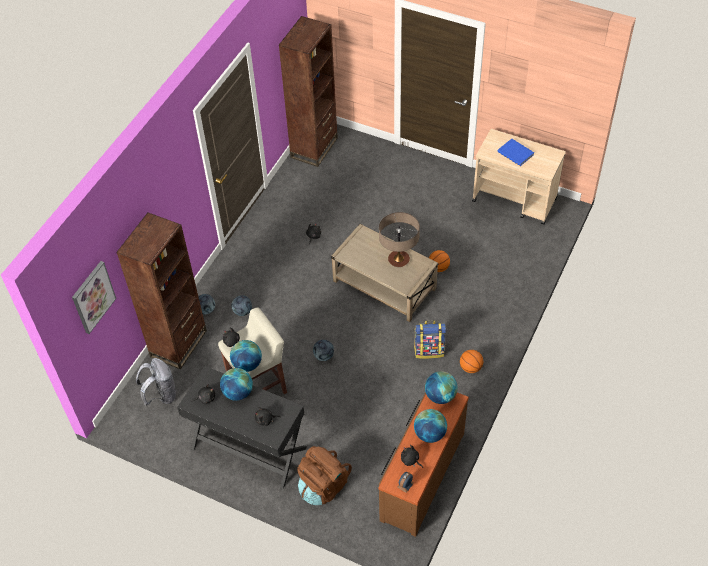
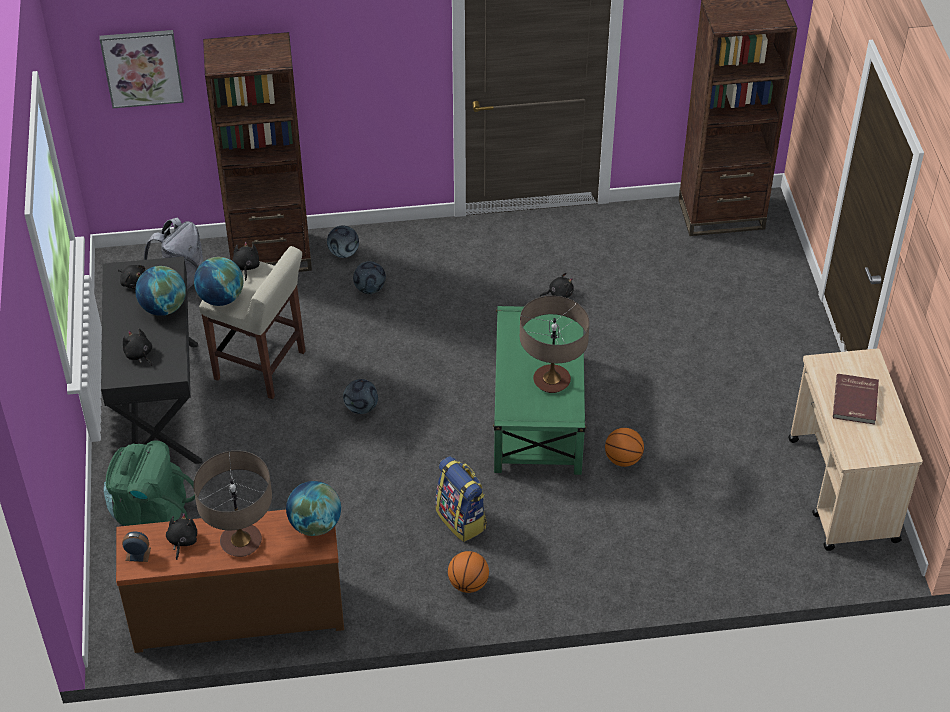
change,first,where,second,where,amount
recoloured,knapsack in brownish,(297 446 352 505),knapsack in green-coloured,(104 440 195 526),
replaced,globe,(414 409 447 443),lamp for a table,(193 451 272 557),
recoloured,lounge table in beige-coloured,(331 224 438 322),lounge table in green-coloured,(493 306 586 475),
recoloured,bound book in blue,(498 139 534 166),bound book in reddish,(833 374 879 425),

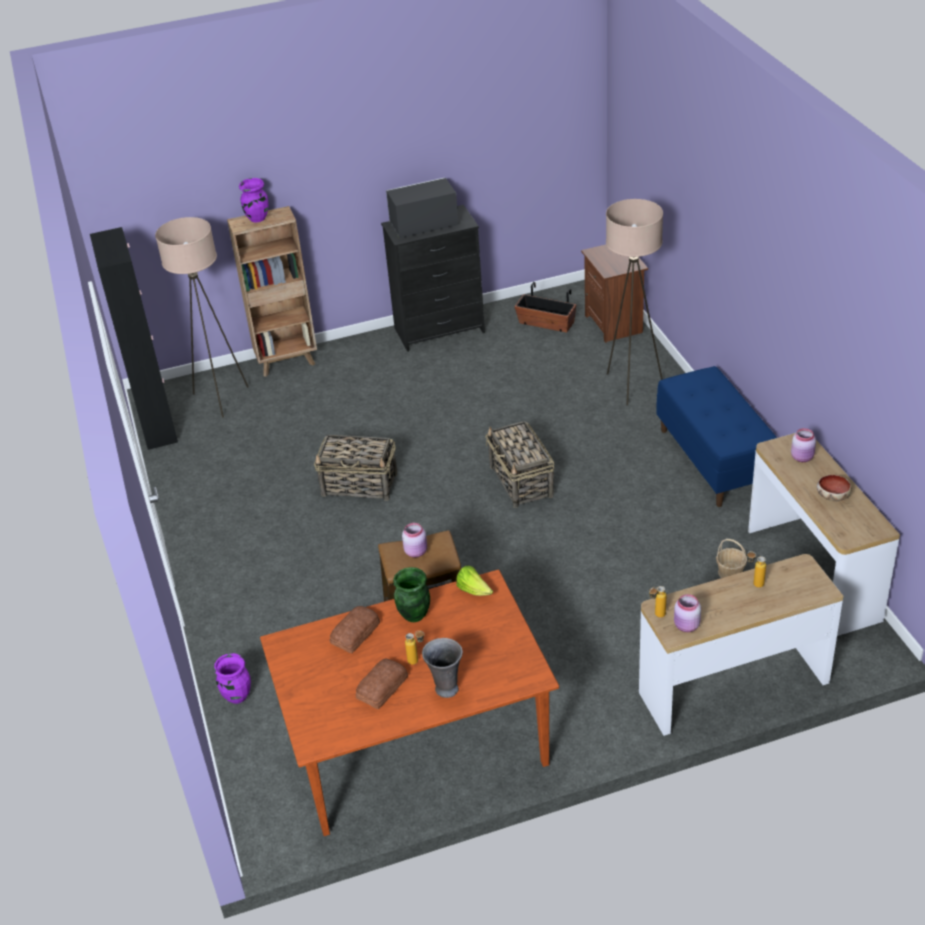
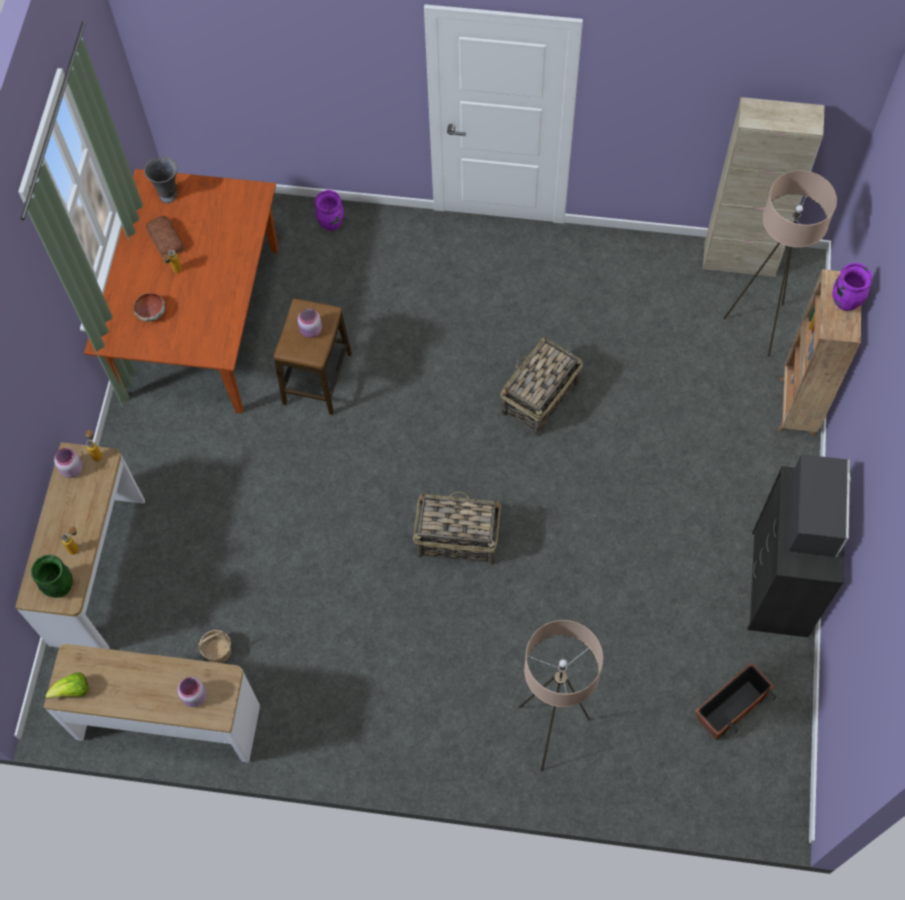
change,first,where,second,where,amount
moved,decorative vase in green-coloured,(393 567 430 622),,(31 555 73 598),
moved,lettuce head,(457 566 493 596),,(46 672 89 699),
moved,serving bowl,(817 475 852 501),,(133 293 165 322),
moved,decorative vase in grey,(422 638 463 698),,(144 156 177 203),
recoloured,storage cabinet in black-coloured,(90 227 178 450),storage cabinet in beige-coloured,(703 97 825 277),
removed,baked bread,(330 606 380 653),,,
removed,night table in brownish,(581 245 648 343),,,
removed,bench in blue,(656 366 777 507),,,

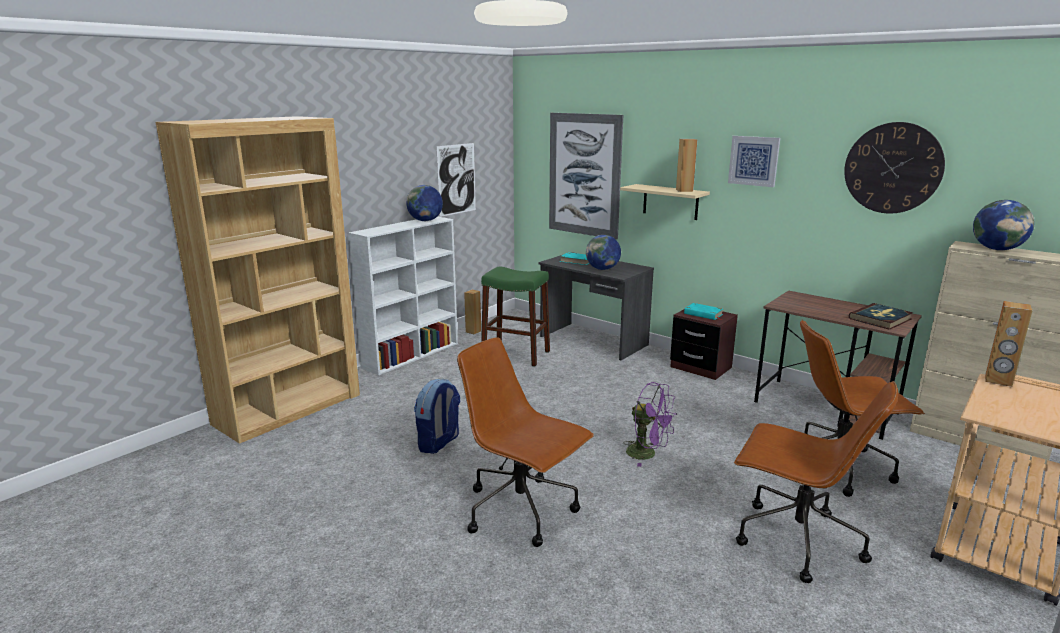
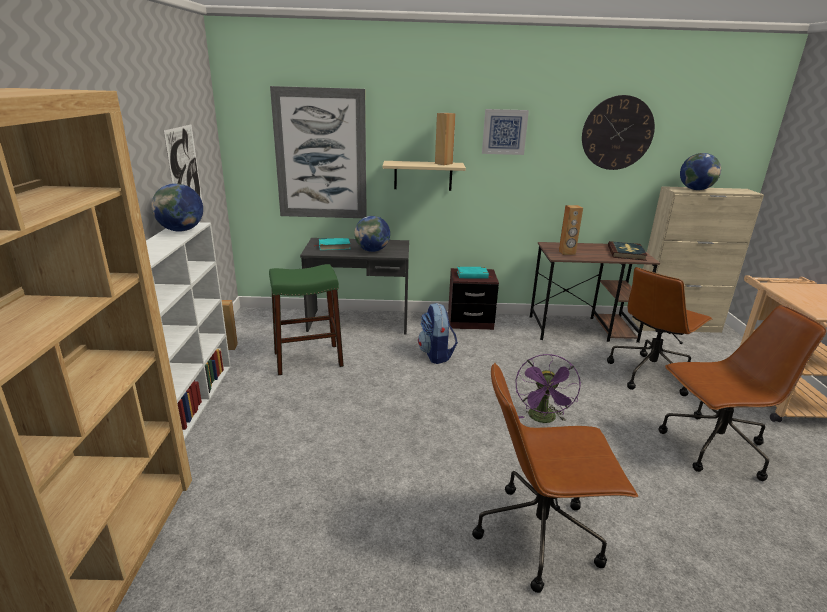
change,first,where,second,where,amount
moved,knapsack,(414 379 460 454),,(418 303 458 364),
turned,fan in purple,(625 382 677 467),,(516 354 581 423),105 degrees clockwise
moved,speaker in brownish,(985 301 1033 387),,(559 205 583 255),

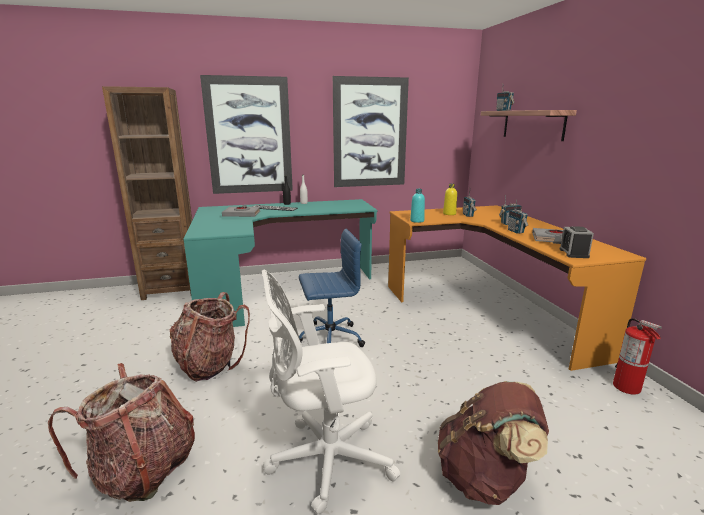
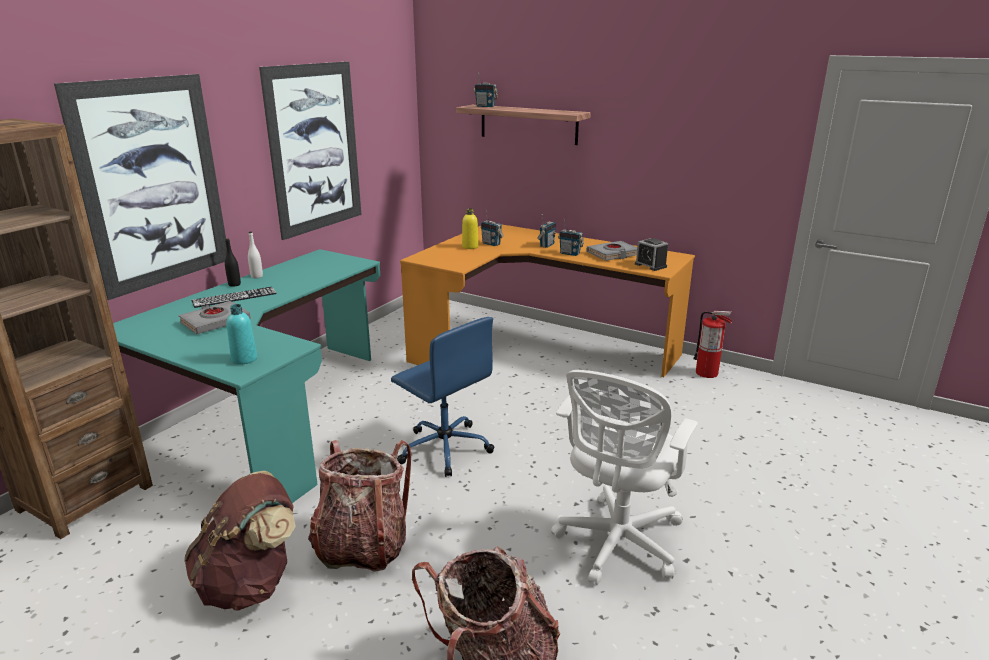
change,first,where,second,where,amount
moved,knapsack in brownish,(438 381 549 505),,(184 471 296 611),
moved,beverage bottle in turquoise,(410 189 425 223),,(226 304 257 365),
turned,office chair in blue,(299 228 365 347),,(391 317 494 477),105 degrees clockwise

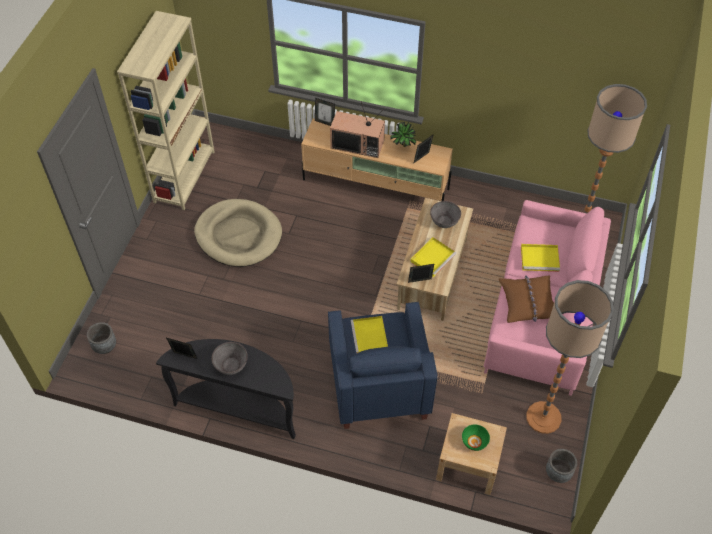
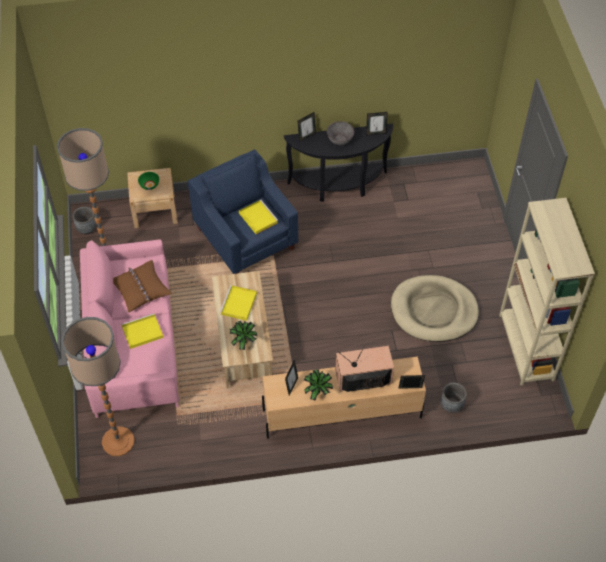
change,first,where,second,where,amount
replaced,serving bowl in grey,(430 201 461 228),plant in a pot,(230 321 257 350),
moved,picture frame,(408 264 434 283),,(297 112 316 142),
moved,flower pot in grey,(87 322 116 354),,(441 383 467 413),

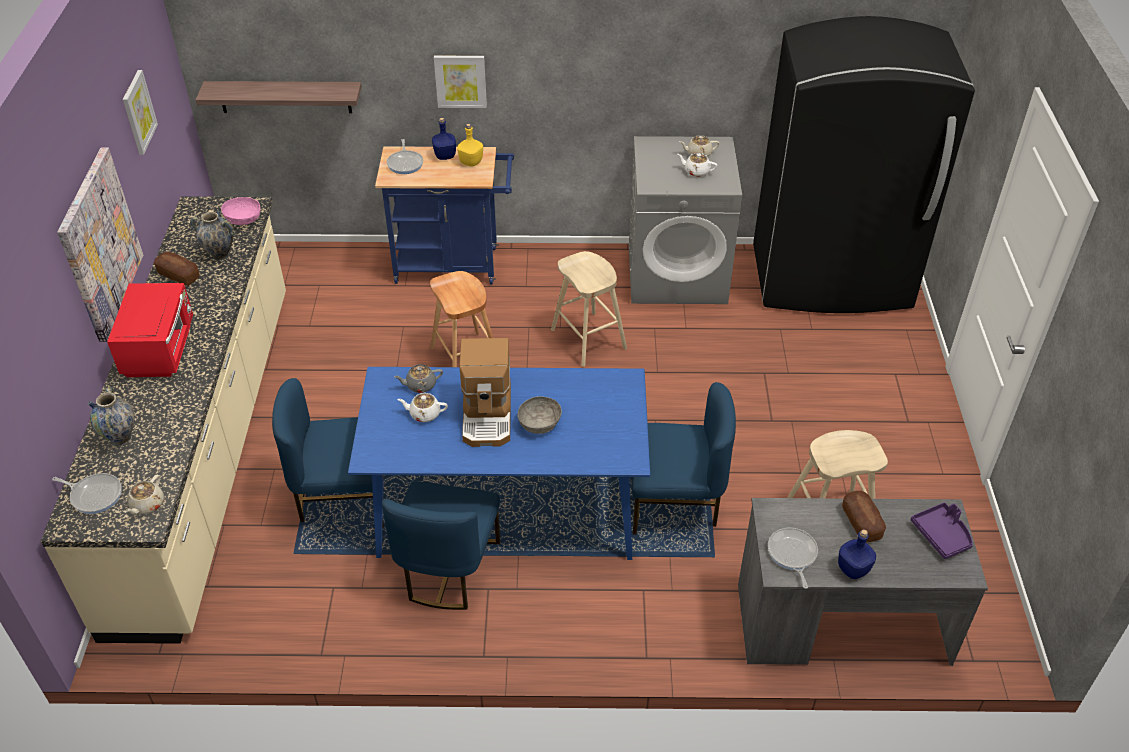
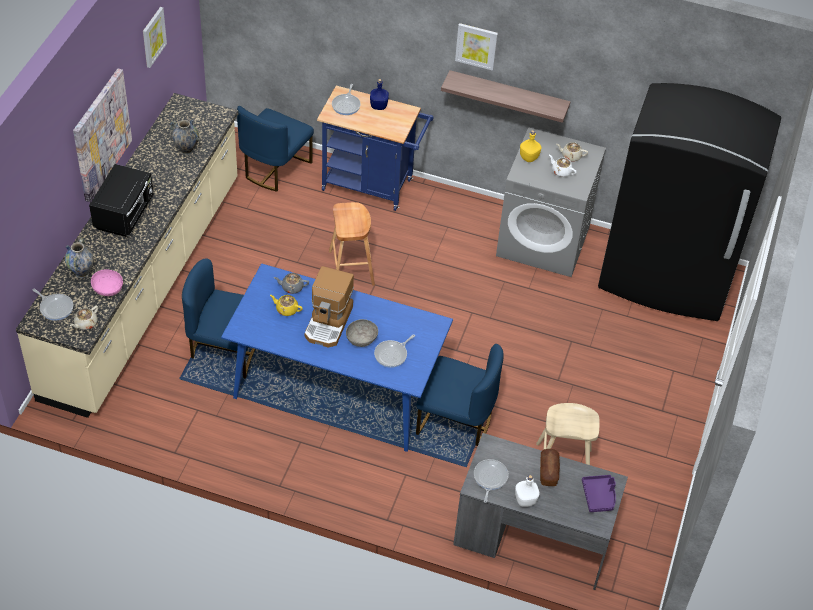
change,first,where,second,where,amount
recoloured,microwave in reddish,(107 283 193 377),microwave in black-coloured,(89 164 153 237),
moved,serving bowl in pink-coloured,(221 197 261 225),,(91 269 123 296),
moved,plain chair in blue,(382 481 500 610),,(237 106 314 192),
recoloured,pot for tea in whitish,(397 393 448 422),pot for tea in yellow,(270 295 303 316),
added,,,pan,(374 334 415 368),
moved,shelf,(196 81 362 113),,(441 70 571 123),
moved,picture,(434 56 487 108),,(455 23 498 71),
recoloured,beverage bottle in blue,(838 530 876 579),beverage bottle in whitish,(515 475 539 507),
moved,beverage bottle in yellow,(457 124 483 167),,(520 130 541 162),
removed,baked bread,(154 251 199 286),,,
removed,stool seat in beige-coloured,(551 251 627 367),,,

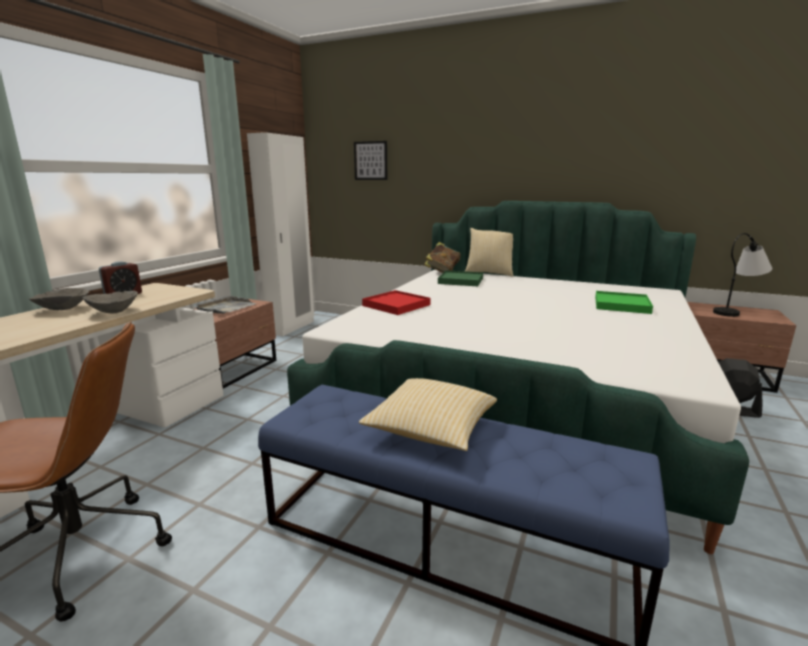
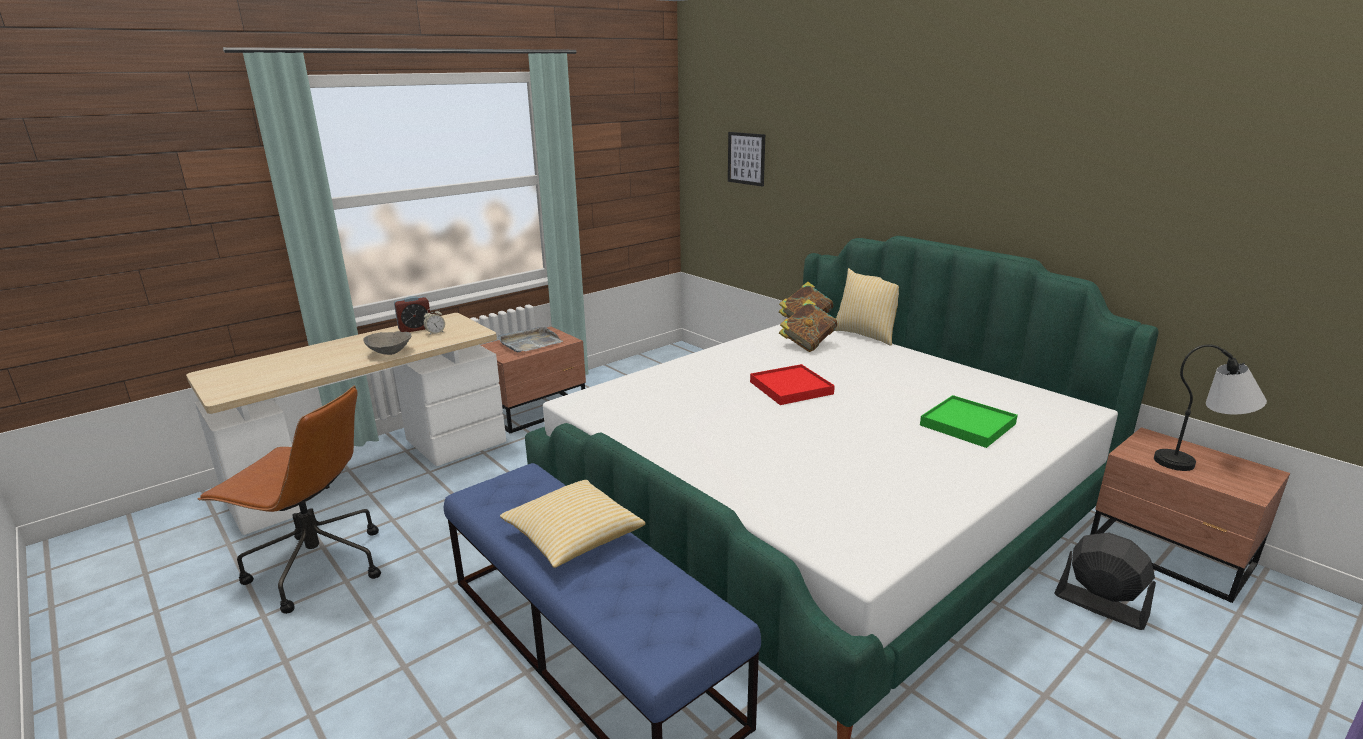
change,first,where,second,where,amount
added,,,bedside clock,(423 308 445 335),
moved,carrying tray in reddish,(362 290 431 315),,(750 364 835 405),
replaced,carrying tray in green-coloured,(438 270 483 286),bound book,(779 299 838 352),
removed,serving bowl in grey,(29 288 89 310),,,
removed,armoire in whitish,(247 132 314 336),,,

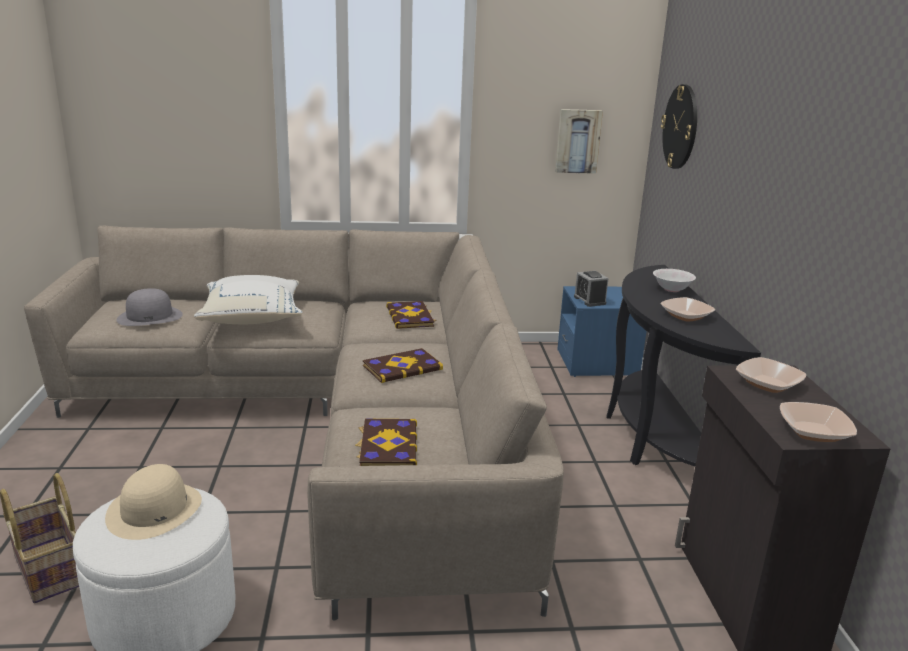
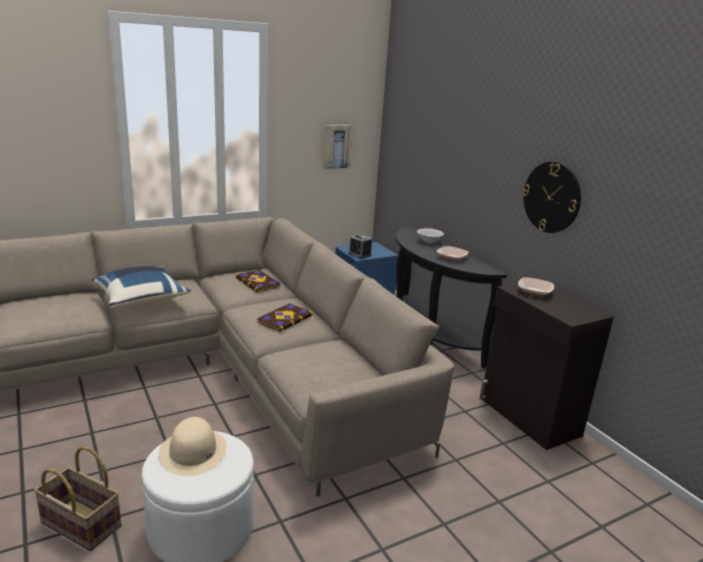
change,first,where,second,where,amount
recoloured,pillow in whitish,(194 275 303 324),pillow in blue,(92 266 191 309),
moved,hanging clock,(661 84 697 169),,(522 162 581 233),
removed,wearable hat in grey,(116 288 183 326),,,
removed,bound book,(355 419 417 466),,,
removed,serving bowl,(780 402 857 442),,,

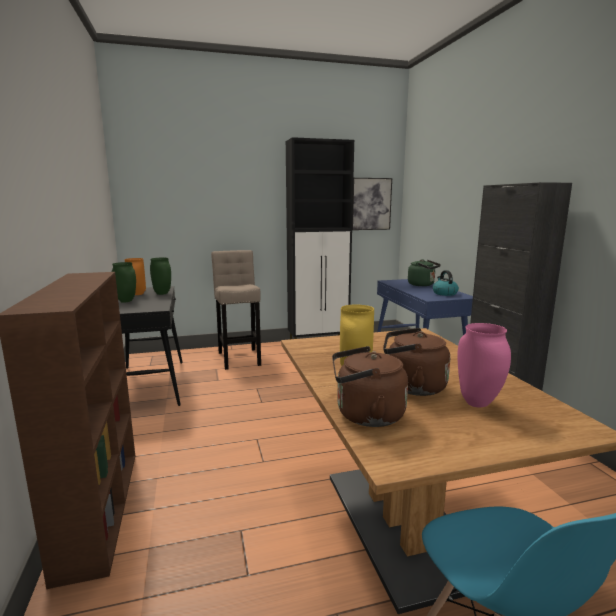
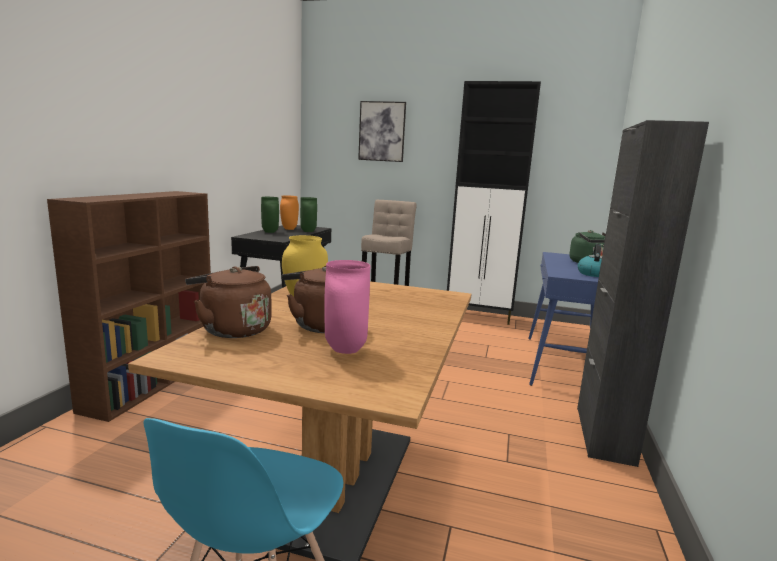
change,first,where,second,where,amount
moved,picture,(352 178 392 230),,(358 101 406 162),

